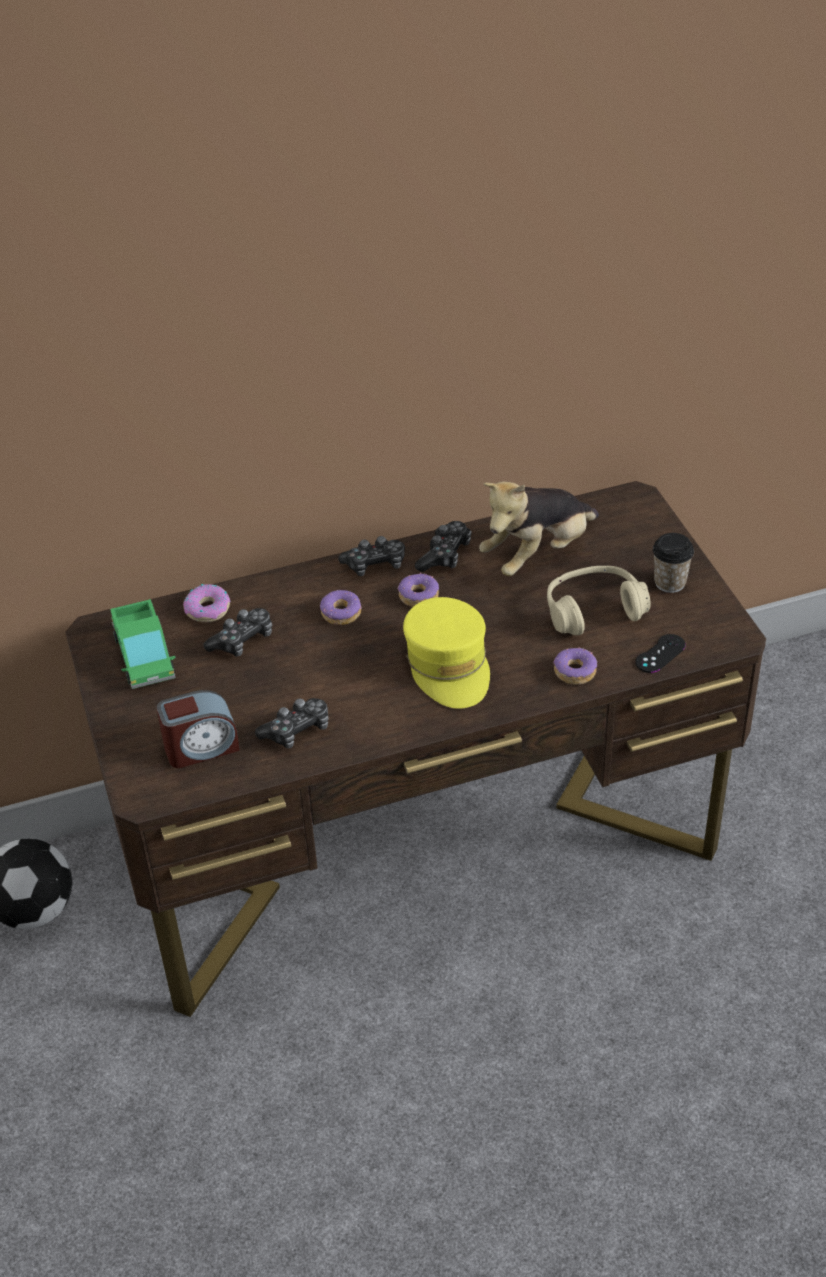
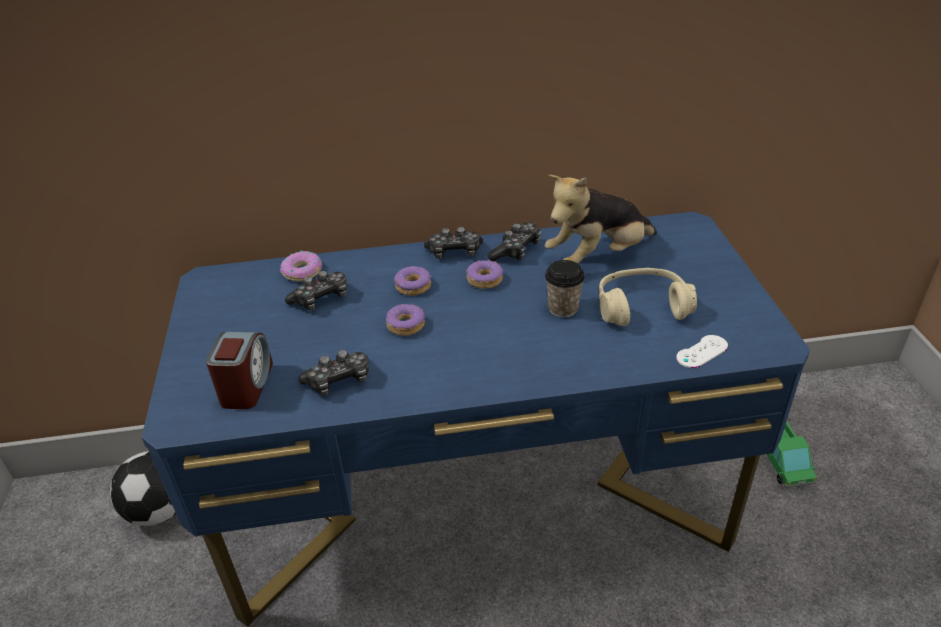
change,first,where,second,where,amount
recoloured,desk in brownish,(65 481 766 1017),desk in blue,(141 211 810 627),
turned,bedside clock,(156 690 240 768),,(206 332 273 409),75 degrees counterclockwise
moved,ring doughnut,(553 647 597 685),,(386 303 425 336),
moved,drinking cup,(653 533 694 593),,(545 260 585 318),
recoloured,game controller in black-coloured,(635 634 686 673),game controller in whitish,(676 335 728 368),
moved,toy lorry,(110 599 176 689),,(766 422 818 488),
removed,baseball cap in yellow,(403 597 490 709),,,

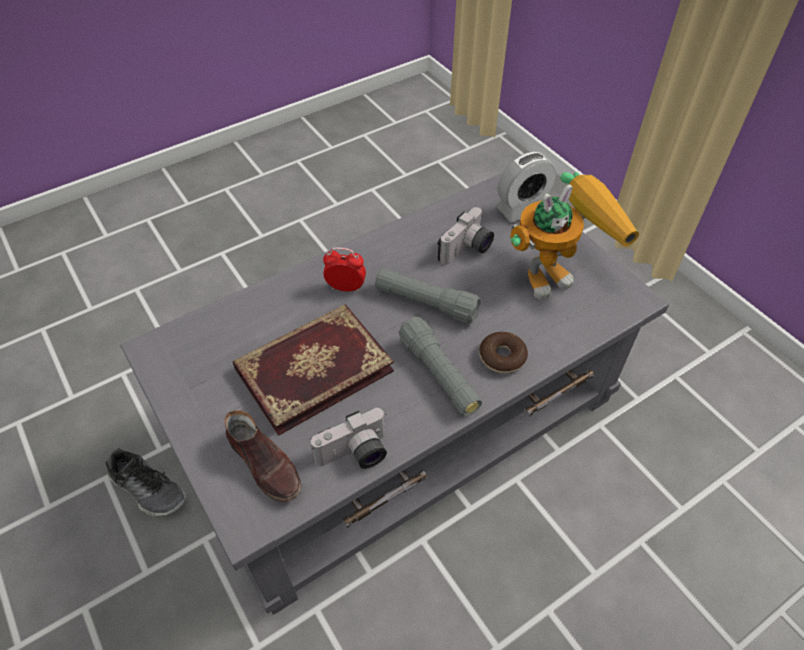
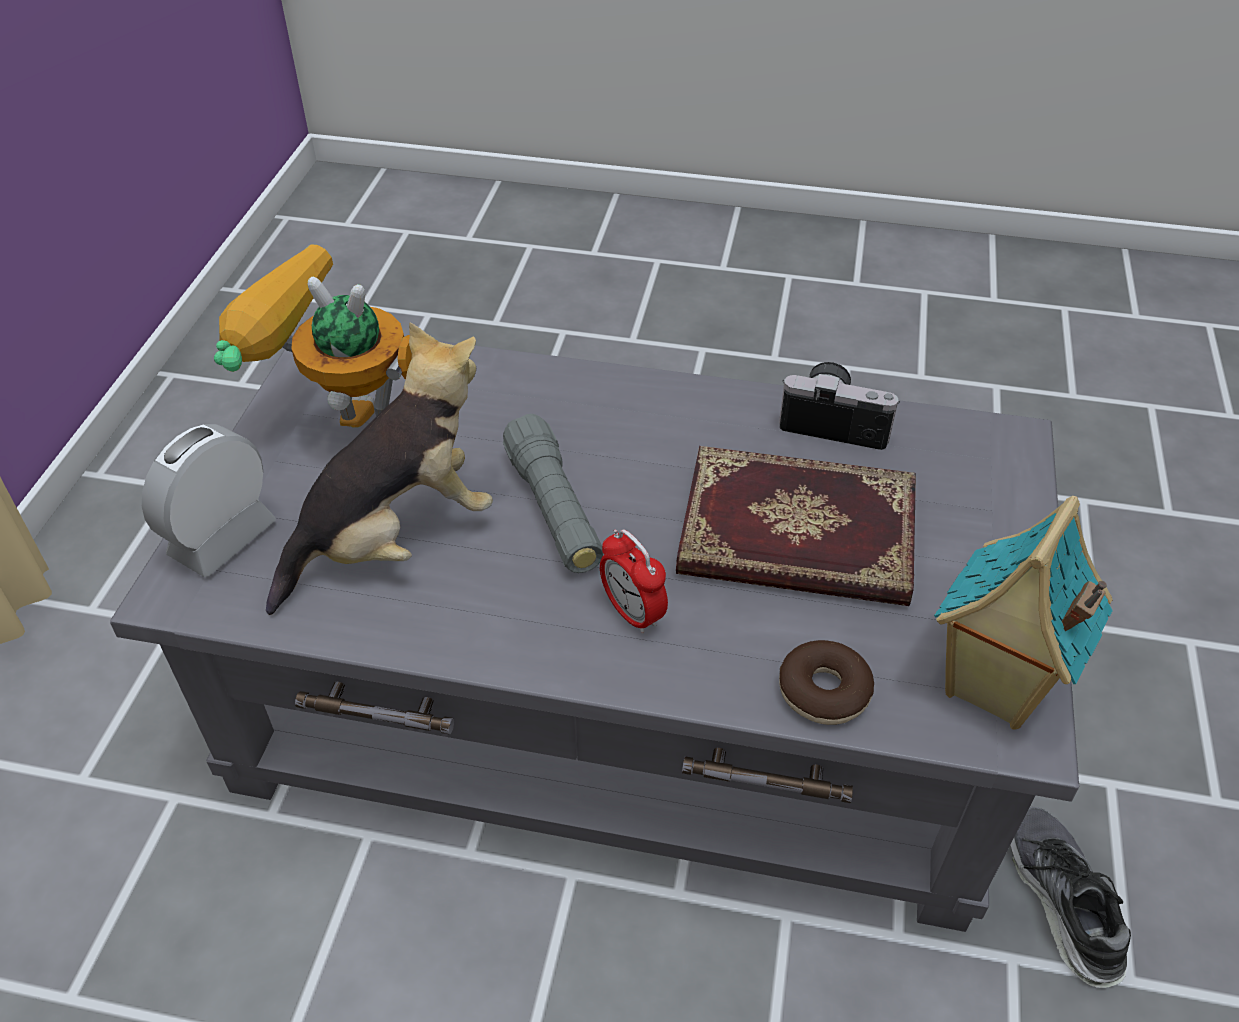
change,first,where,second,where,amount
turned,bedside clock,(496 152 556 222),,(142 424 276 577),75 degrees counterclockwise
replaced,photo camera,(438 207 494 265),plush toy,(266 322 493 615),
moved,ring doughnut,(479 332 528 374),,(779 640 874 725),
added,,,miniature house,(934 496 1113 730),
removed,shoe in brownish,(225 410 302 503),,,
removed,hand torch in grey,(399 317 482 416),,,

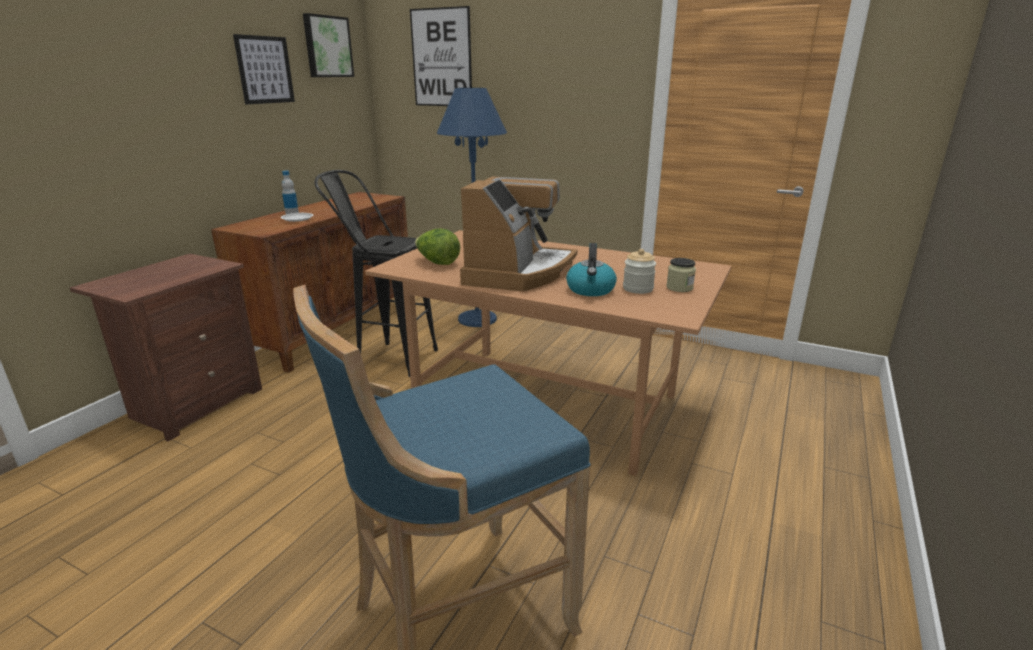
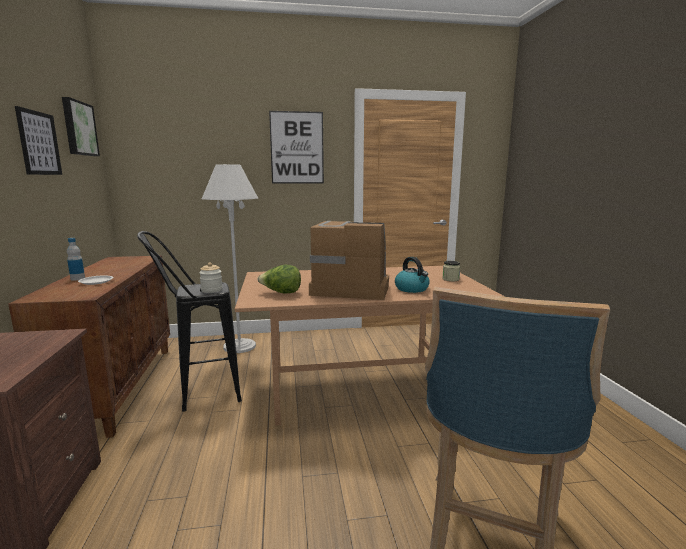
change,first,where,second,where,amount
moved,preserve jar,(623 249 656 294),,(199 262 223 293),
recoloured,standing lamp in blue,(437 88 507 327),standing lamp in whitish,(201 164 258 353),
moved,picture,(410 6 472 106),,(269 111 324 184),
turned,coffee brewer,(460 177 577 292),,(309 221 389 300),60 degrees counterclockwise

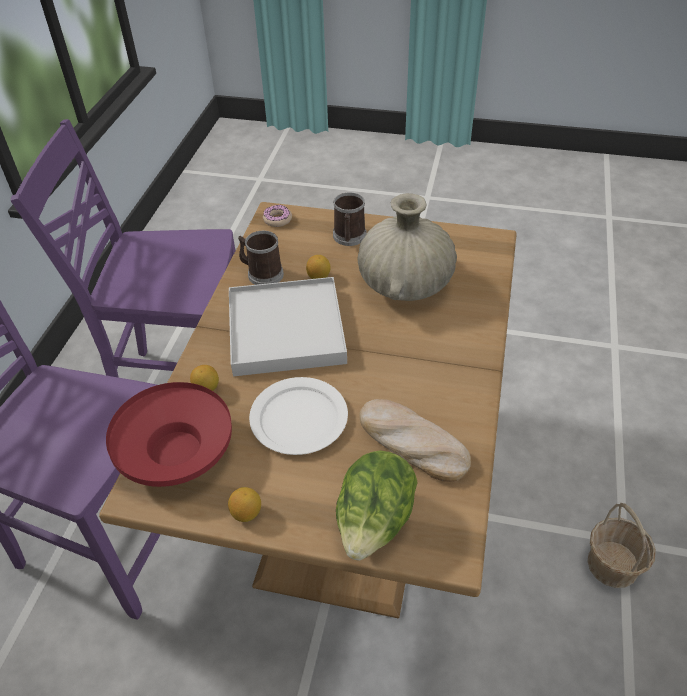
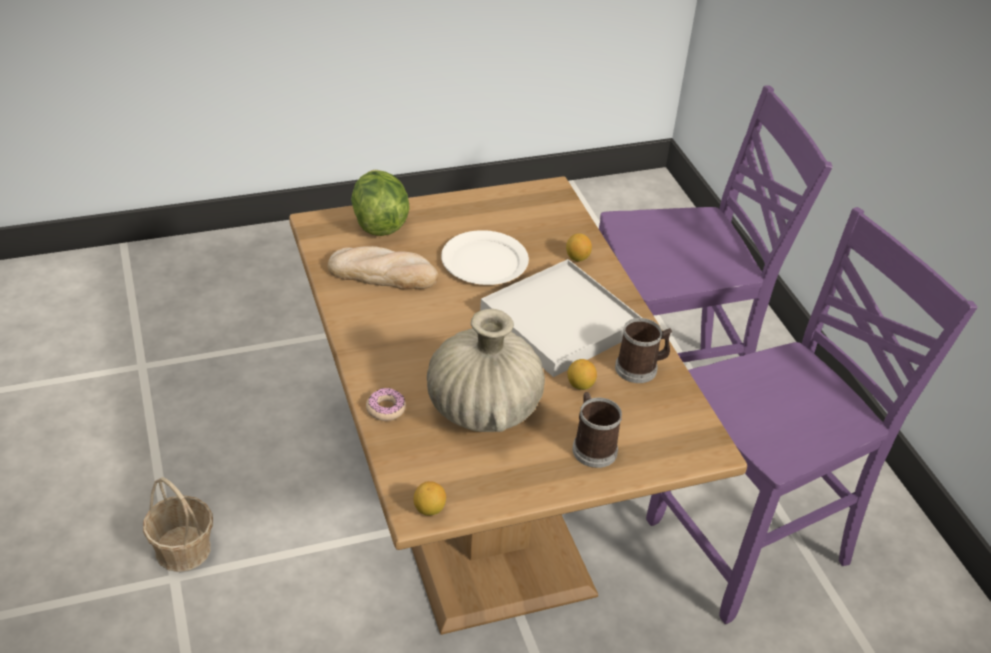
change,first,where,second,where,amount
moved,ring doughnut,(263 205 292 227),,(366 388 406 421),
moved,lemon,(228 487 261 522),,(413 481 446 516),
removed,serving bowl in reddish,(106 382 232 487),,,

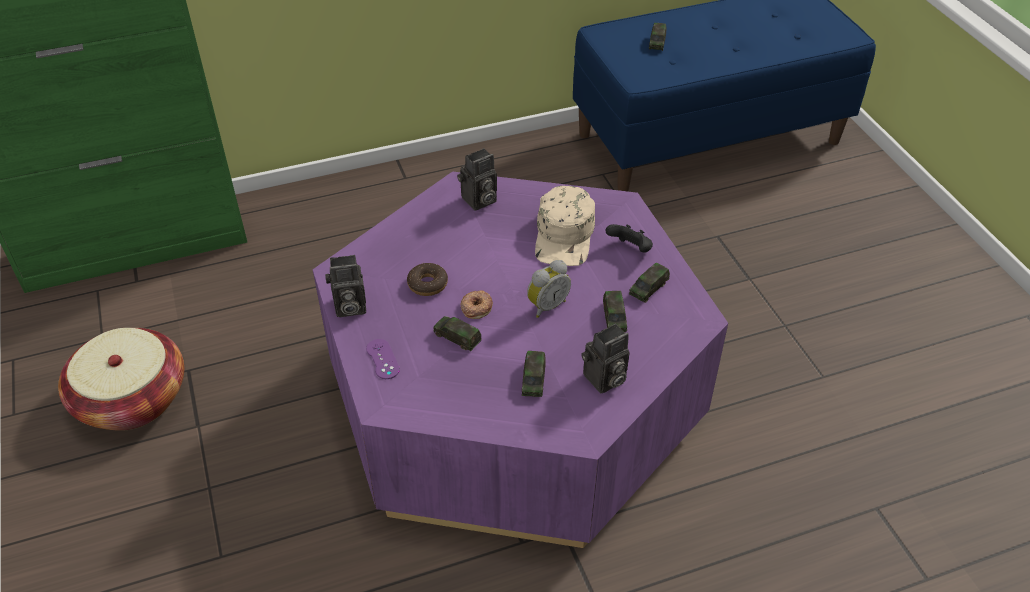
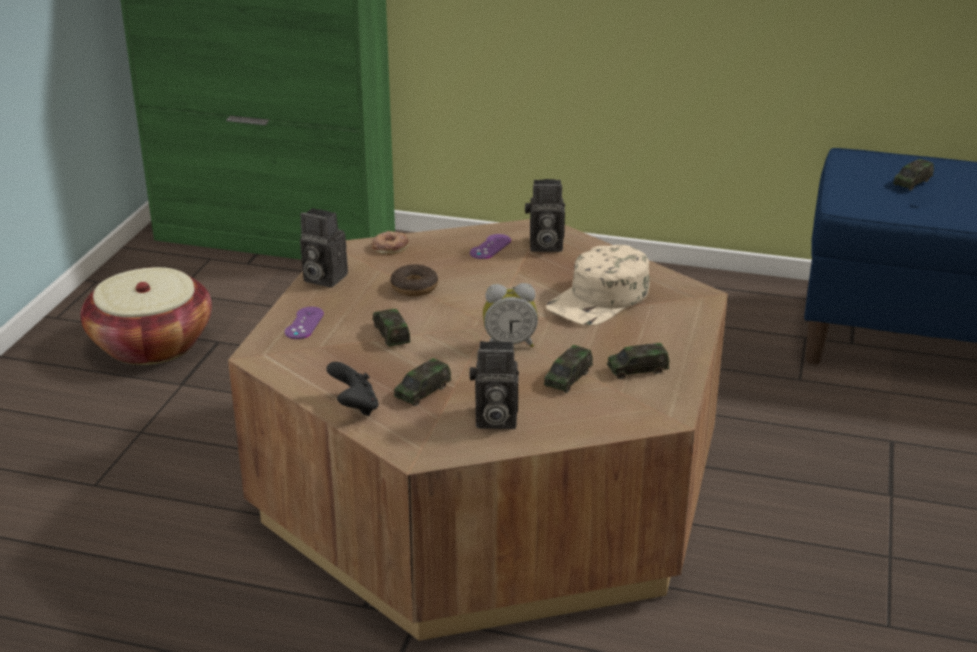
change,first,where,second,where,amount
recoloured,lounge table in purple,(313 172 728 548),lounge table in brownish,(228 219 728 641),
moved,game controller in black-coloured,(606 224 653 253),,(326 362 379 416),
moved,ring doughnut,(460 291 493 319),,(372 231 409 255),
added,,,game controller in purple,(470 234 511 259),

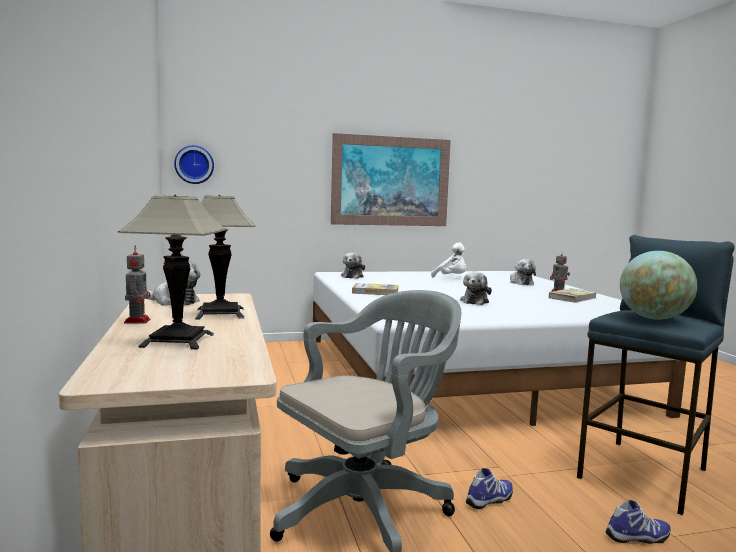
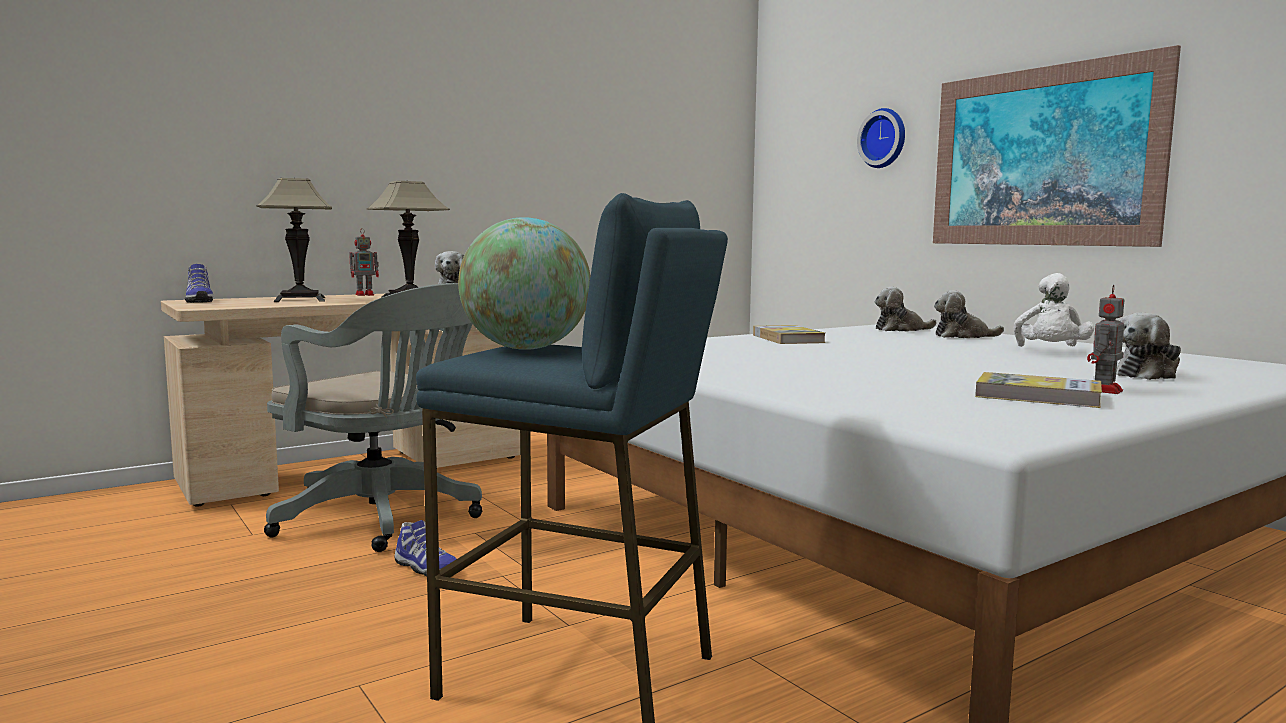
change,first,where,second,where,amount
moved,shoe,(605 500 671 544),,(185 264 213 303),
moved,hanging clock,(174 145 214 184),,(857 108 905 168),
moved,plush toy,(460 272 492 305),,(934 290 1004 338),

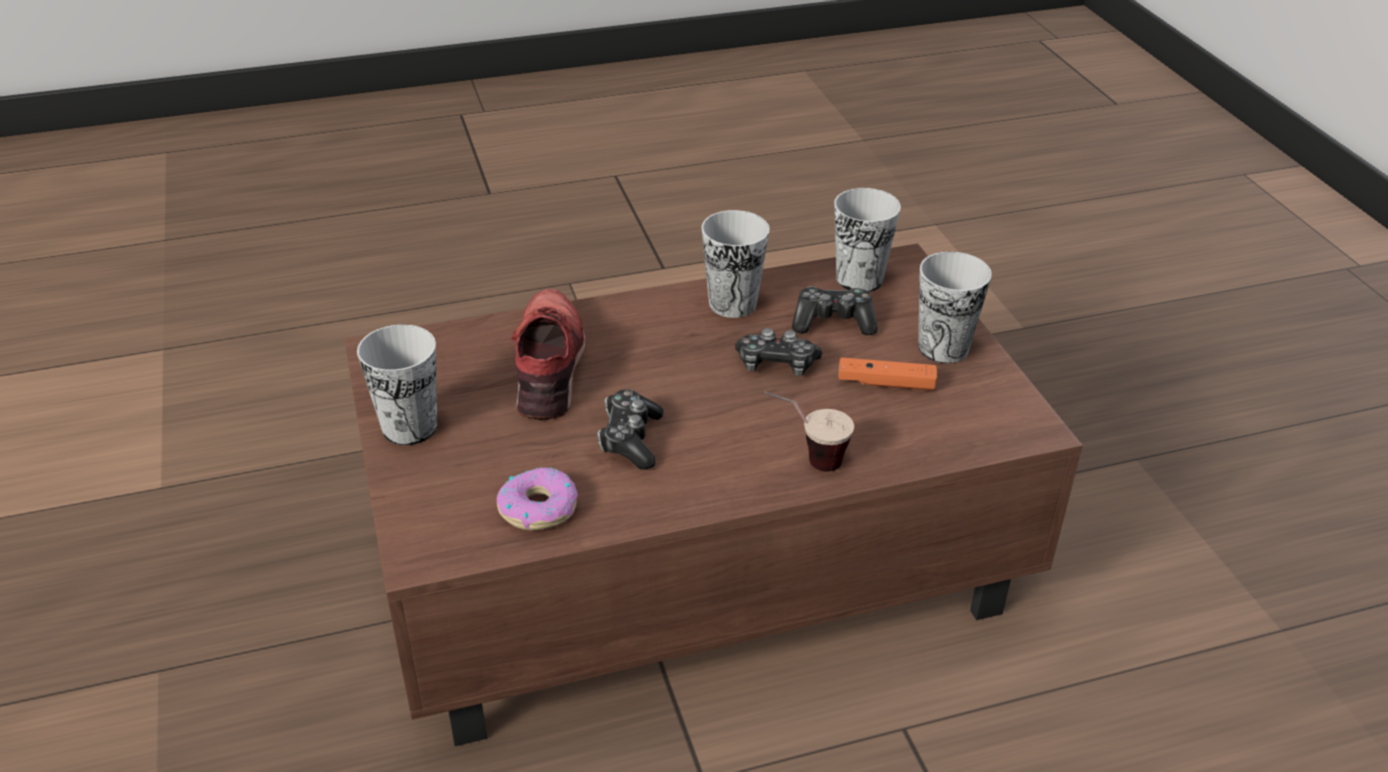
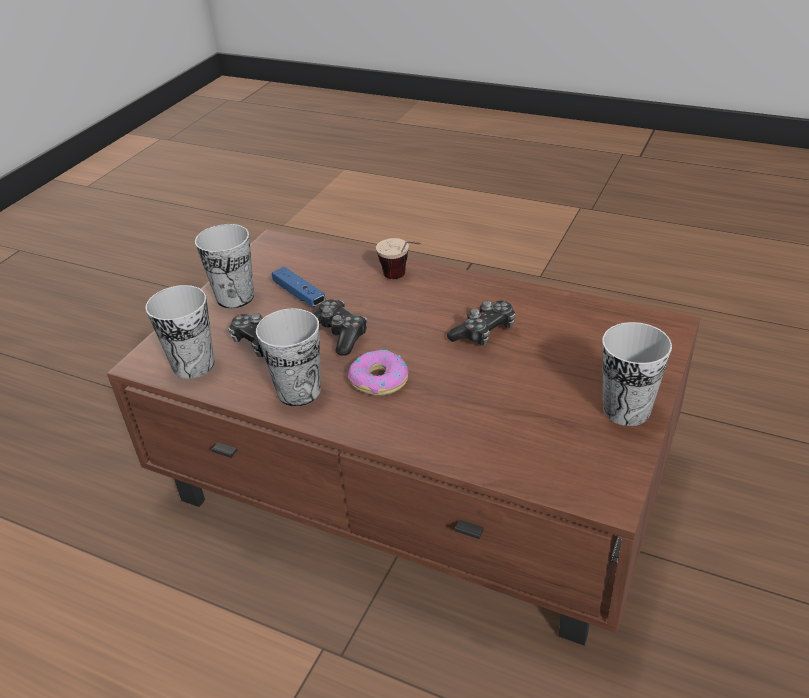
change,first,where,second,where,amount
recoloured,game controller in orange,(838 357 937 391),game controller in blue,(272 267 326 307),
moved,ring doughnut,(496 467 578 531),,(348 349 408 396),
removed,shoe in reddish,(511 289 586 420),,,

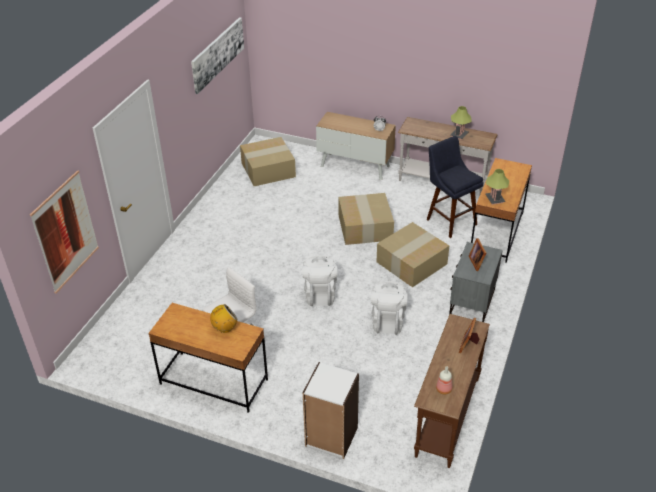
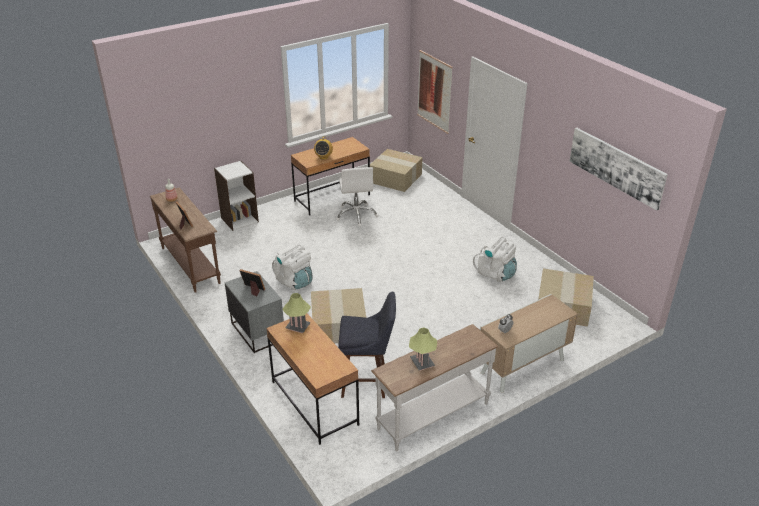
change,first,where,second,where,amount
moved,cardboard box,(338 193 394 245),,(370 149 423 192),
moved,knapsack in whitish,(302 255 337 306),,(473 235 517 282),

